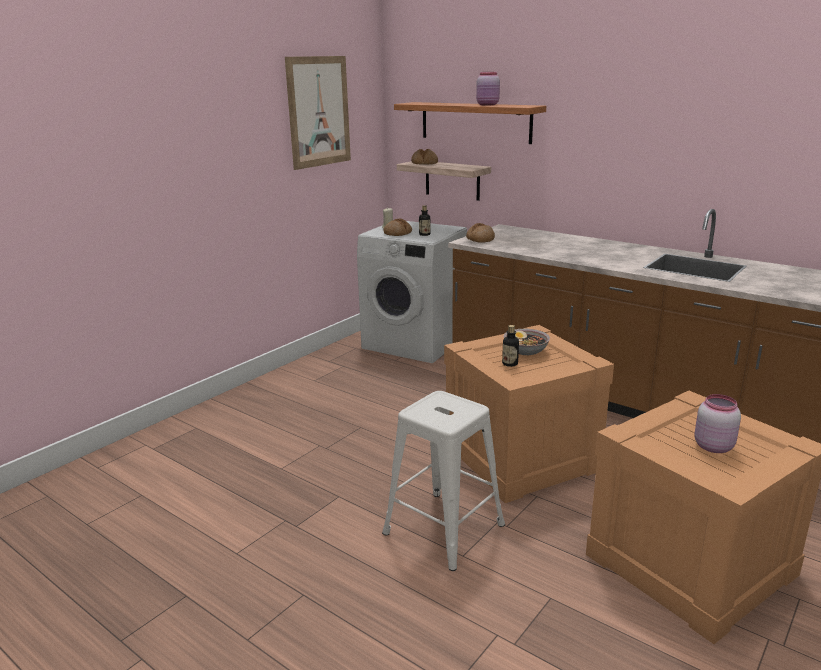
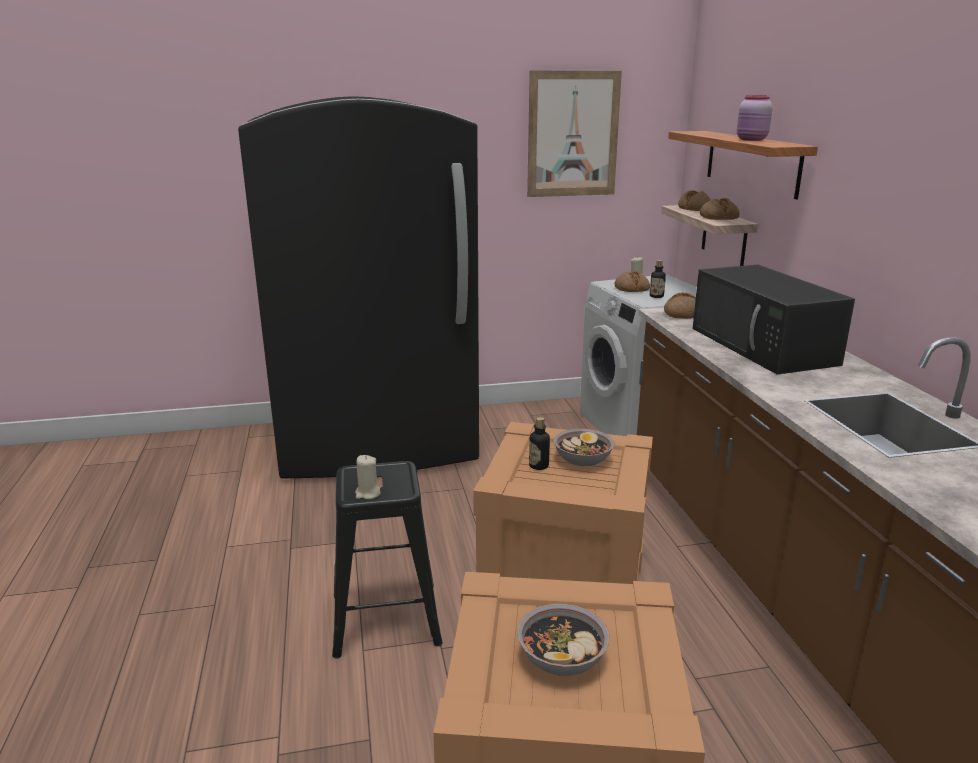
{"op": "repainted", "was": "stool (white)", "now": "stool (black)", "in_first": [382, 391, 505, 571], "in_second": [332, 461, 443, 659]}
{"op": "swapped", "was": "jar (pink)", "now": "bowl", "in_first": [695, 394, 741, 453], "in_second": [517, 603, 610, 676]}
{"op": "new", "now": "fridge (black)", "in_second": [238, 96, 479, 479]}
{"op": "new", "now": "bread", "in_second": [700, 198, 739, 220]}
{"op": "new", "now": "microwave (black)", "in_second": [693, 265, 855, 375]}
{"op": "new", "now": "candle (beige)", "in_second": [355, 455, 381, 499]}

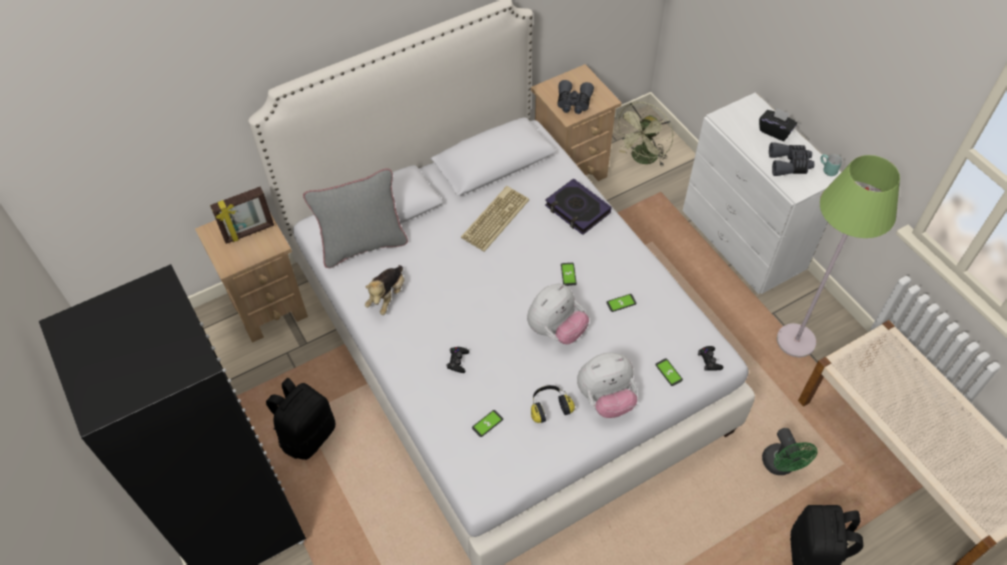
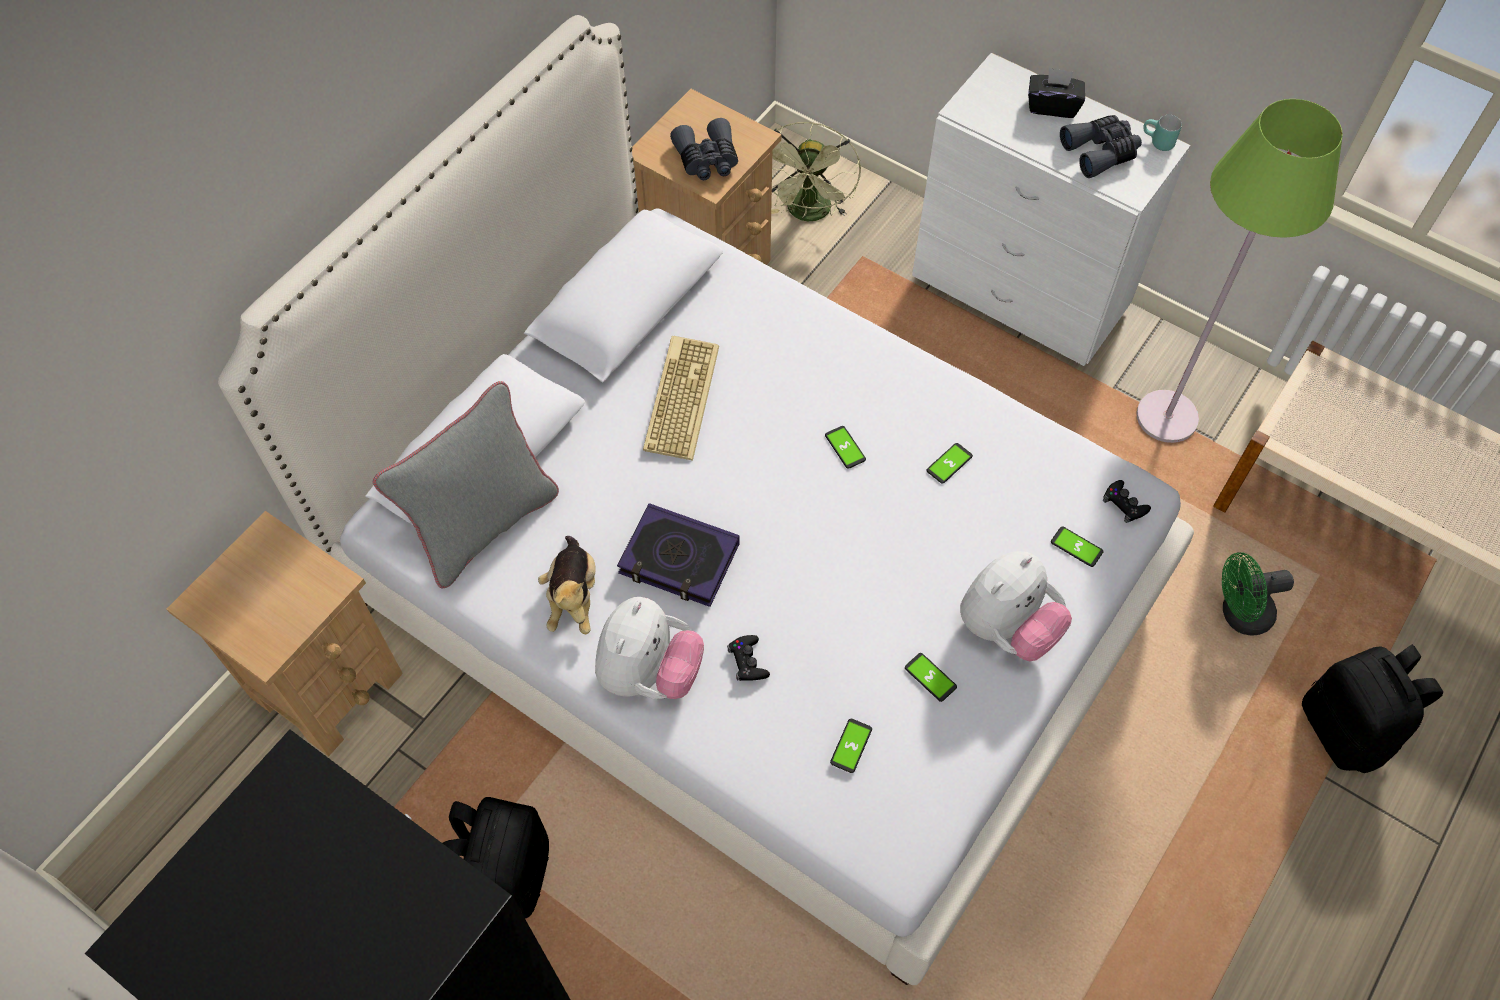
{"op": "shifted", "was": "book", "in_first": [545, 178, 611, 235], "in_second": [617, 503, 739, 607]}
{"op": "gone", "was": "picture frame", "in_first": [210, 187, 274, 244]}
{"op": "shifted", "was": "plush toy", "in_first": [527, 284, 589, 344], "in_second": [595, 597, 704, 699]}
{"op": "swapped", "was": "headphones", "now": "phone", "in_first": [531, 385, 575, 423], "in_second": [905, 653, 957, 702]}
{"op": "rotated", "was": "fan (green)", "in_first": [762, 428, 817, 475], "in_second": [1222, 552, 1294, 636], "clockwise": 120}

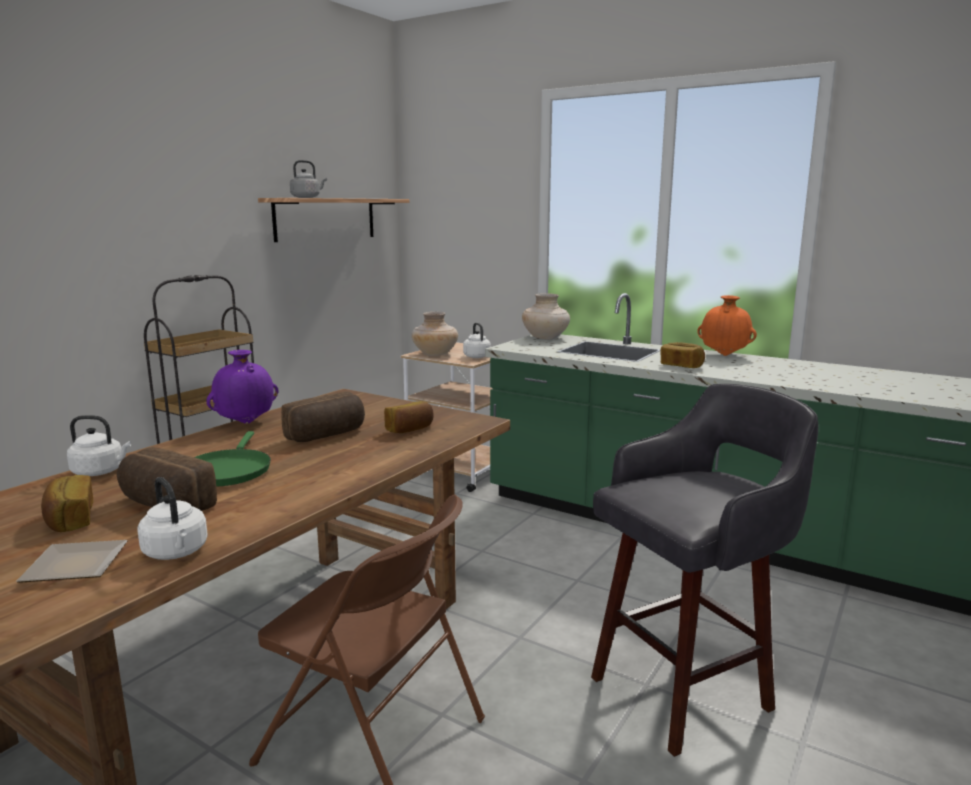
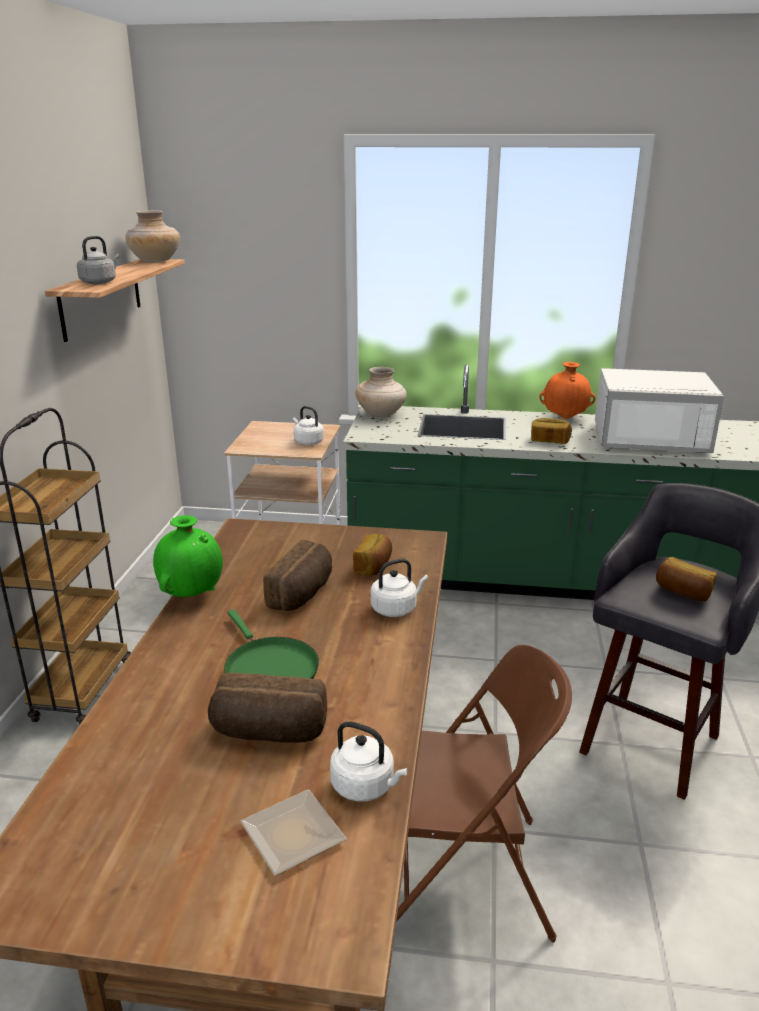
{"op": "shifted", "was": "vase (beige)", "in_first": [412, 312, 458, 356], "in_second": [125, 210, 180, 262]}
{"op": "repainted", "was": "vase (purple)", "now": "vase (green)", "in_first": [206, 350, 278, 424], "in_second": [153, 515, 223, 597]}
{"op": "shifted", "was": "kettle (white)", "in_first": [67, 415, 131, 476], "in_second": [371, 559, 428, 617]}
{"op": "shifted", "was": "bread", "in_first": [41, 475, 93, 532], "in_second": [656, 557, 717, 601]}
{"op": "new", "now": "microwave (white)", "in_second": [595, 368, 724, 453]}

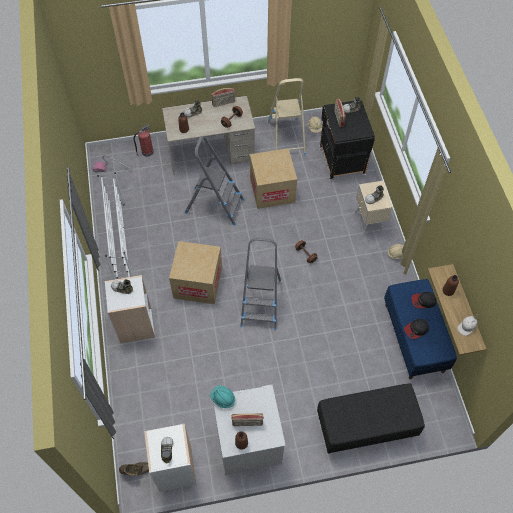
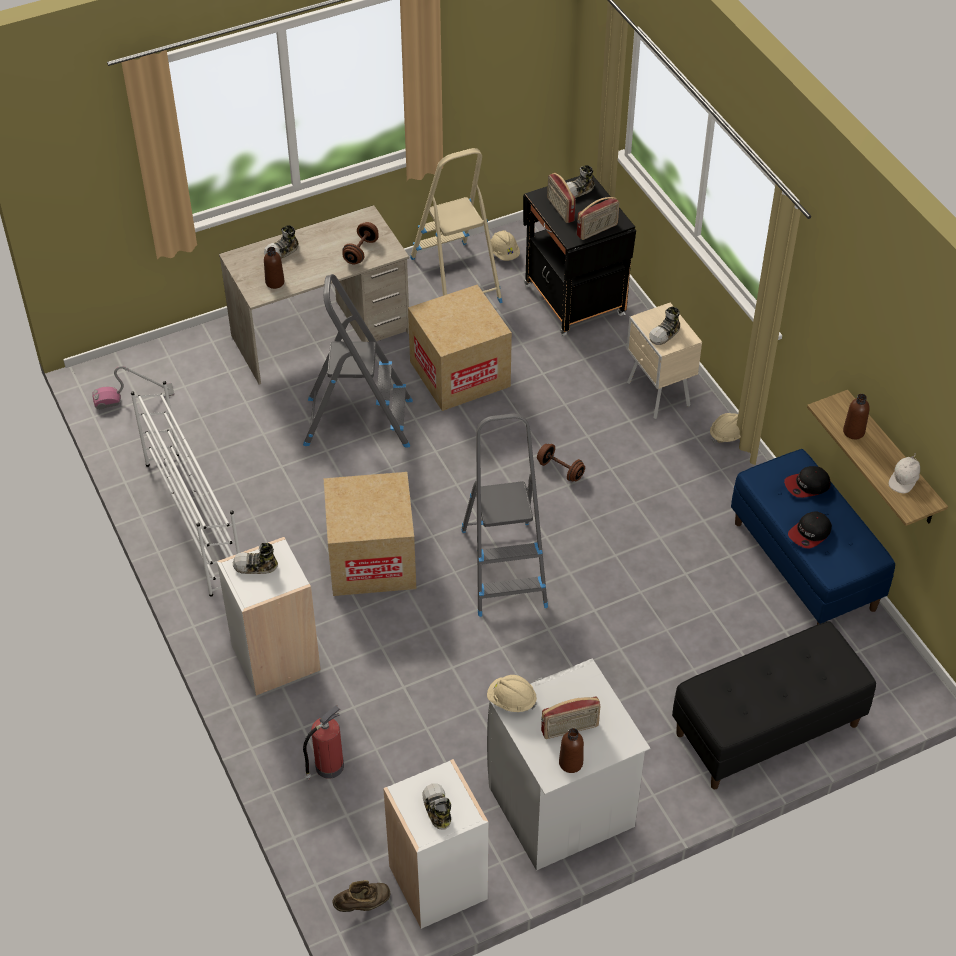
{"op": "shifted", "was": "radio", "in_first": [211, 88, 235, 107], "in_second": [577, 197, 619, 240]}
{"op": "shifted", "was": "fire extinguisher", "in_first": [133, 124, 154, 157], "in_second": [303, 705, 344, 780]}
{"op": "repainted", "was": "hard hat (turquoise)", "now": "hard hat (beige)", "in_first": [210, 385, 235, 408], "in_second": [487, 675, 537, 712]}

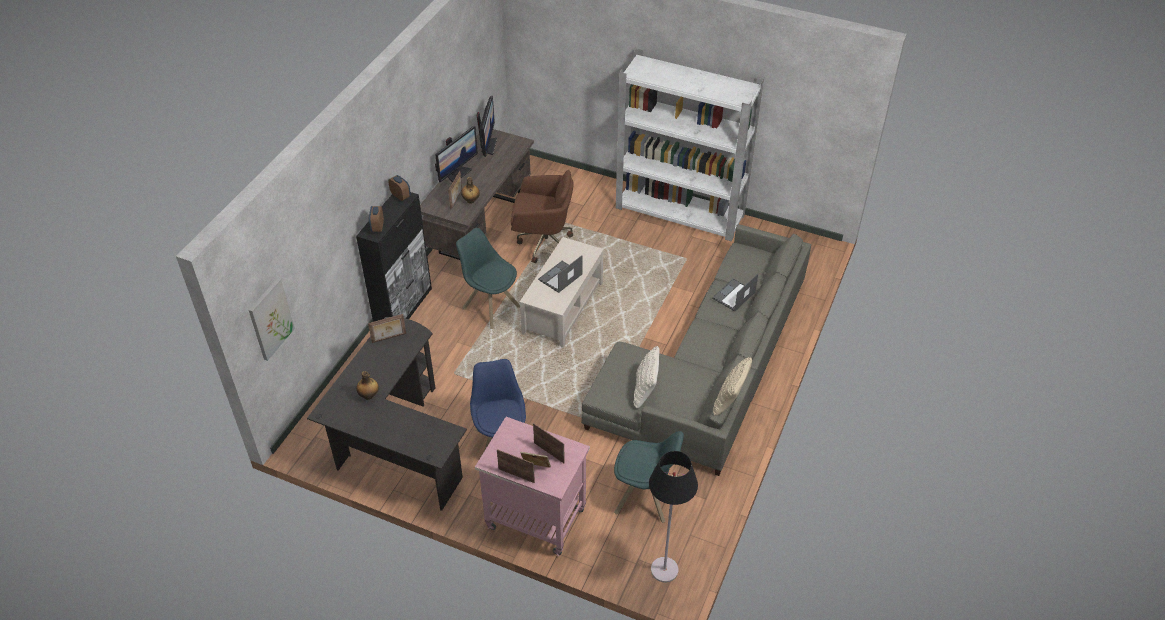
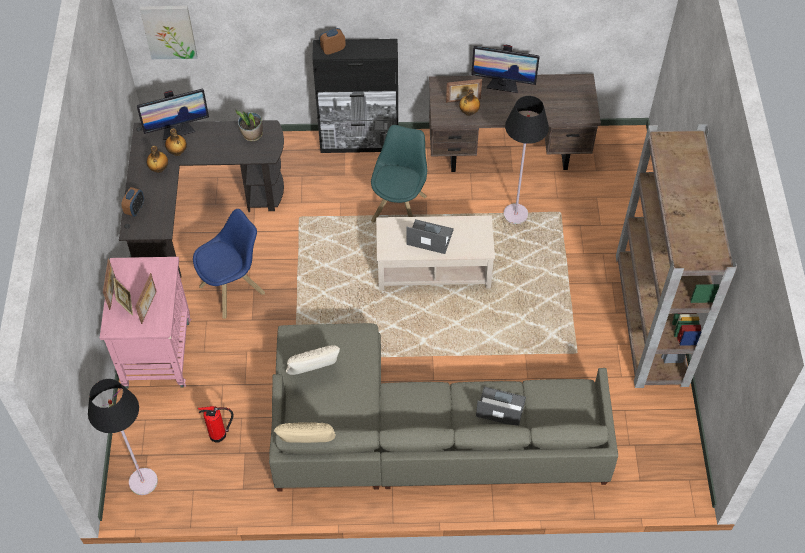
{"op": "repainted", "was": "bookcase (white)", "now": "bookcase (brown)", "in_first": [616, 49, 764, 241], "in_second": [616, 124, 737, 388]}
{"op": "shifted", "was": "monitor", "in_first": [476, 96, 497, 157], "in_second": [137, 89, 209, 140]}
{"op": "swapped", "was": "office chair (brown)", "now": "floor lamp (black)", "in_first": [511, 170, 574, 263], "in_second": [503, 96, 549, 224]}
{"op": "shifted", "was": "alarm clock", "in_first": [388, 175, 411, 201], "in_second": [121, 187, 144, 217]}
{"op": "swapped", "was": "picture frame", "now": "potted plant", "in_first": [368, 314, 406, 343], "in_second": [235, 110, 263, 141]}
{"op": "swapped", "was": "chair (turquoise)", "now": "fire extinguisher", "in_first": [614, 431, 684, 523], "in_second": [198, 406, 234, 442]}
{"op": "new", "now": "bottle", "in_second": [147, 146, 168, 173]}

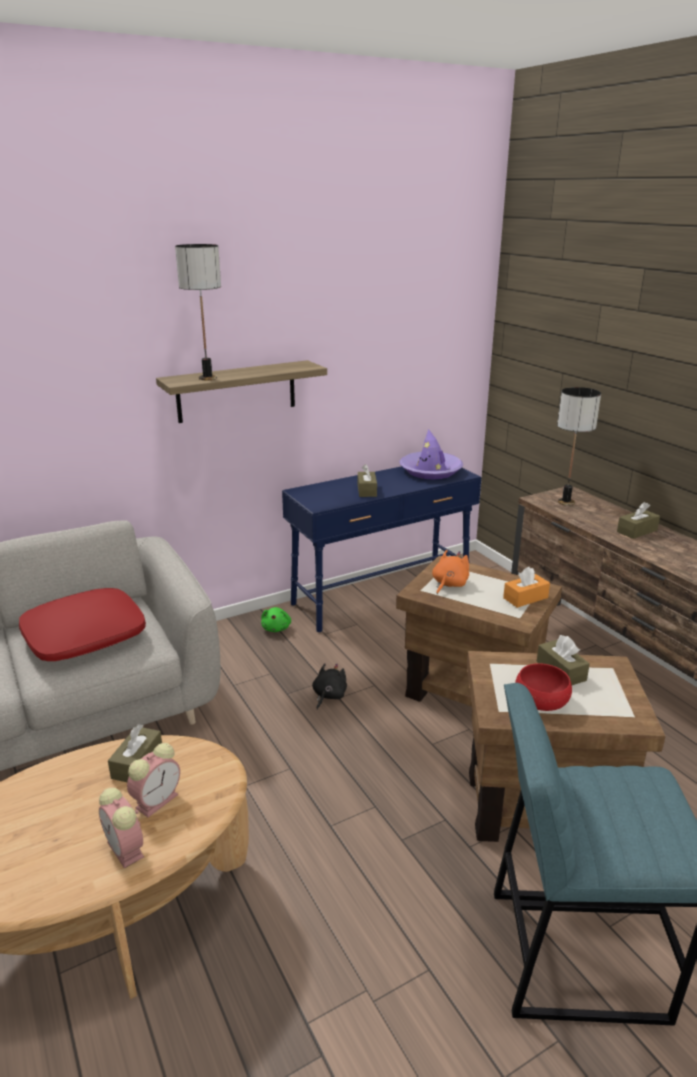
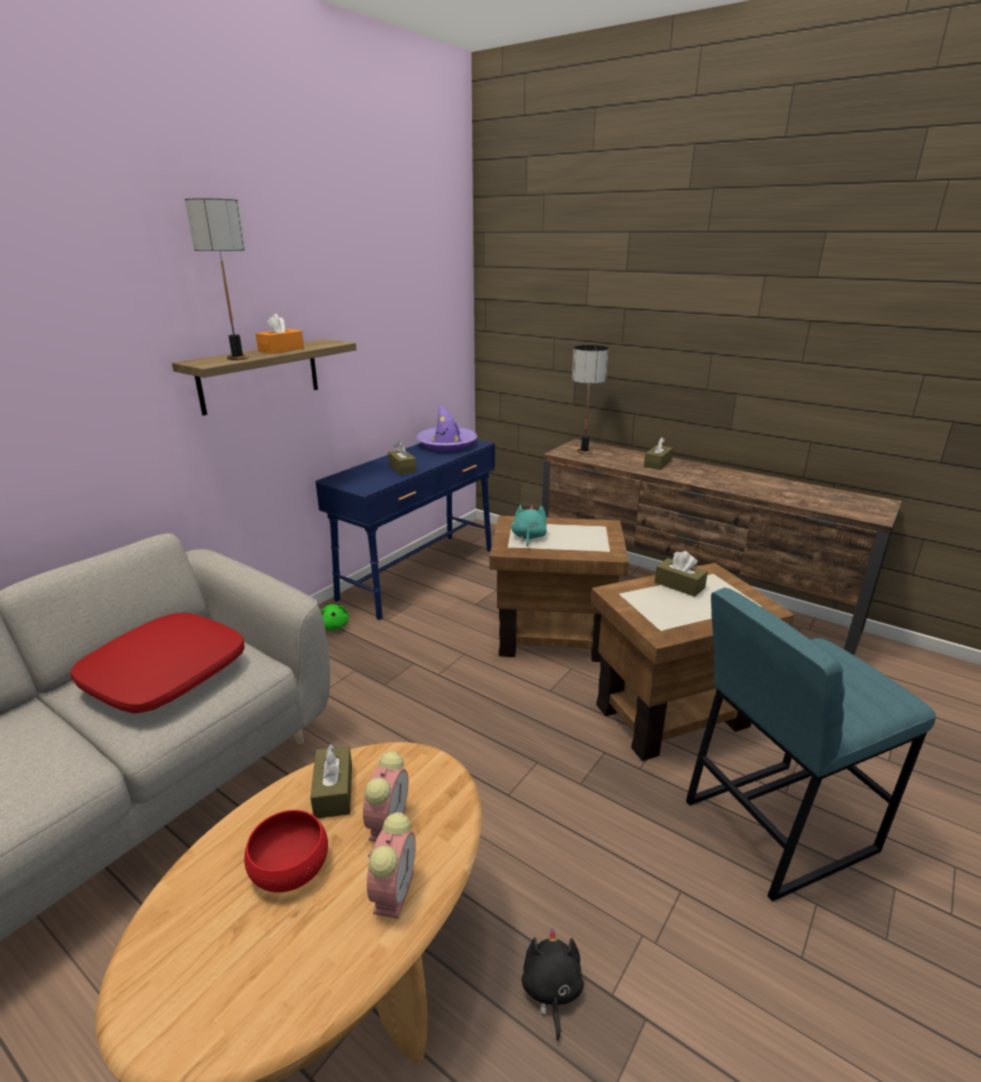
{"op": "repainted", "was": "plush toy (orange)", "now": "plush toy (turquoise)", "in_first": [432, 550, 469, 594], "in_second": [511, 504, 547, 547]}
{"op": "shifted", "was": "tissue box (orange)", "in_first": [503, 567, 550, 608], "in_second": [256, 314, 304, 354]}
{"op": "shifted", "was": "plush toy (black)", "in_first": [312, 663, 347, 710], "in_second": [522, 928, 584, 1042]}
{"op": "shifted", "was": "bowl (red)", "in_first": [515, 663, 572, 711], "in_second": [244, 810, 328, 893]}
{"op": "rotated", "was": "alarm clock", "in_first": [99, 787, 144, 868], "in_second": [367, 812, 416, 919], "clockwise": -105}

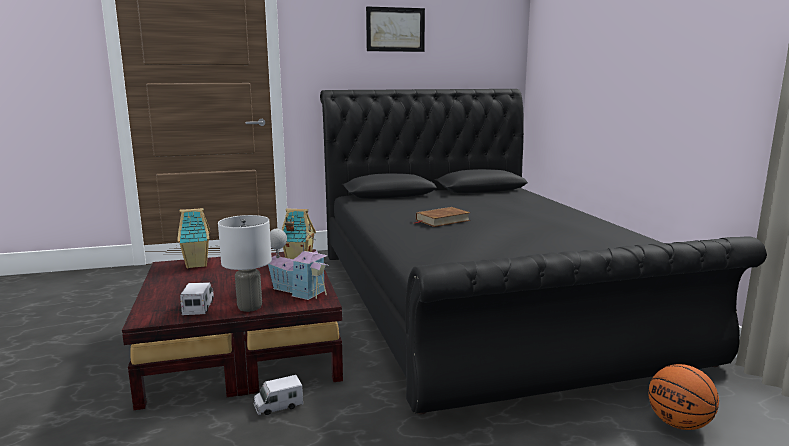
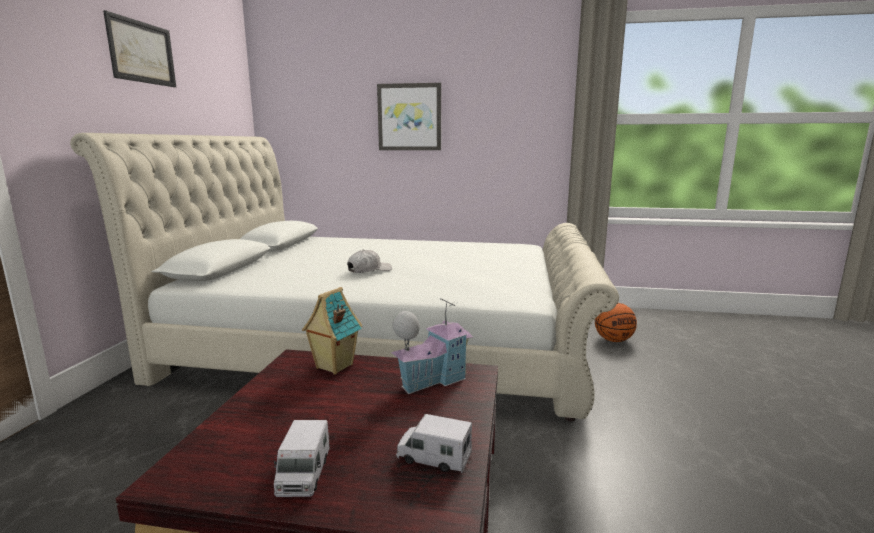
{"op": "repainted", "was": "bed (black)", "now": "bed (beige)", "in_first": [320, 89, 767, 414], "in_second": [70, 133, 619, 422]}
{"op": "swapped", "was": "book (brown)", "now": "cap (white)", "in_first": [415, 207, 471, 227], "in_second": [347, 250, 392, 273]}
{"op": "gone", "was": "toy house", "in_first": [178, 208, 210, 268]}
{"op": "gone", "was": "table lamp (white)", "in_first": [218, 215, 272, 312]}
{"op": "shifted", "was": "toy truck", "in_first": [253, 375, 303, 415], "in_second": [273, 420, 330, 497]}
{"op": "new", "now": "picture", "in_second": [377, 83, 441, 150]}

